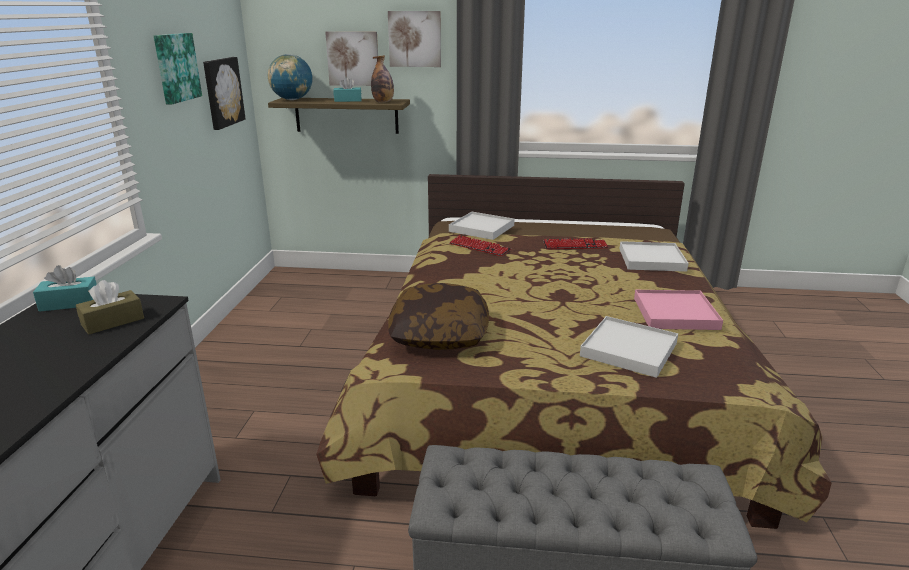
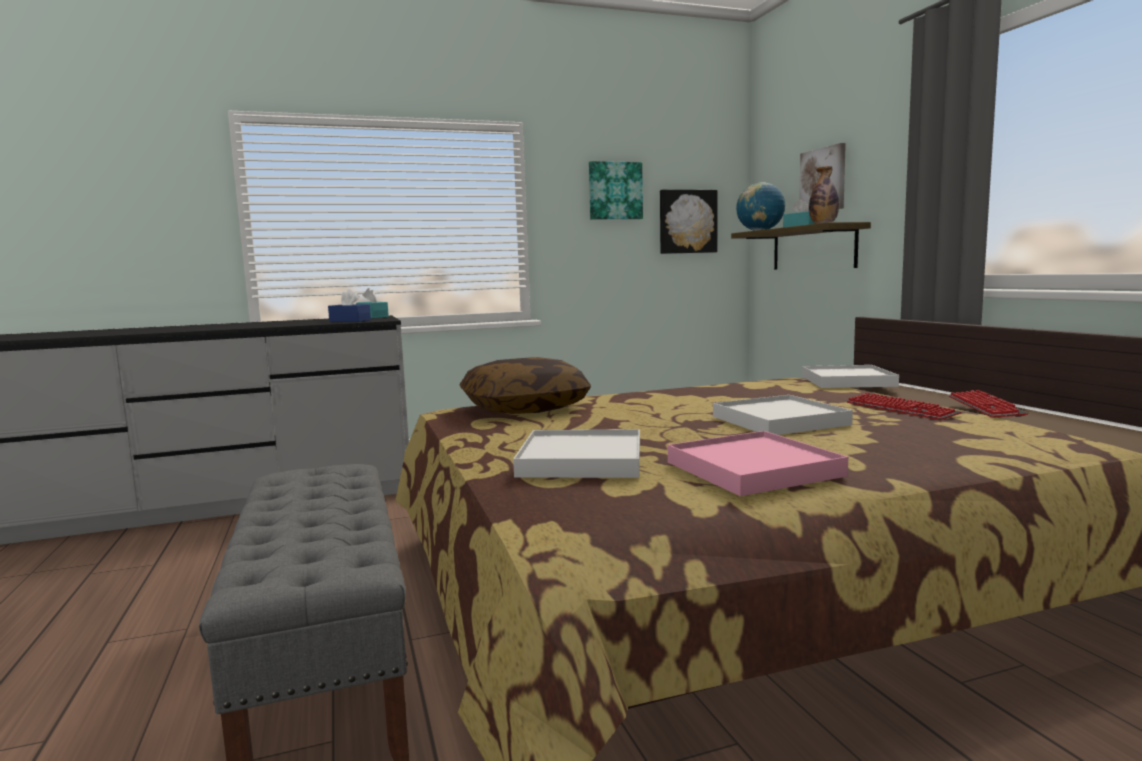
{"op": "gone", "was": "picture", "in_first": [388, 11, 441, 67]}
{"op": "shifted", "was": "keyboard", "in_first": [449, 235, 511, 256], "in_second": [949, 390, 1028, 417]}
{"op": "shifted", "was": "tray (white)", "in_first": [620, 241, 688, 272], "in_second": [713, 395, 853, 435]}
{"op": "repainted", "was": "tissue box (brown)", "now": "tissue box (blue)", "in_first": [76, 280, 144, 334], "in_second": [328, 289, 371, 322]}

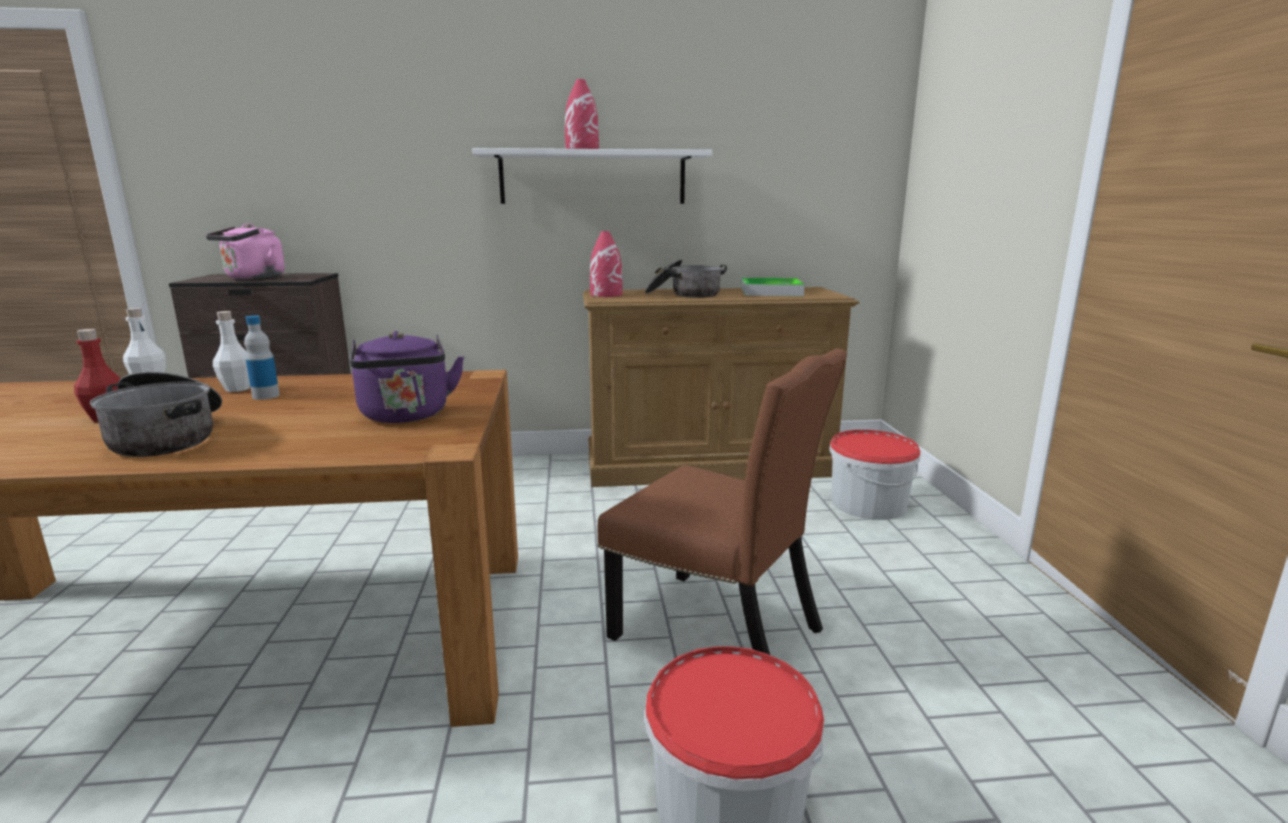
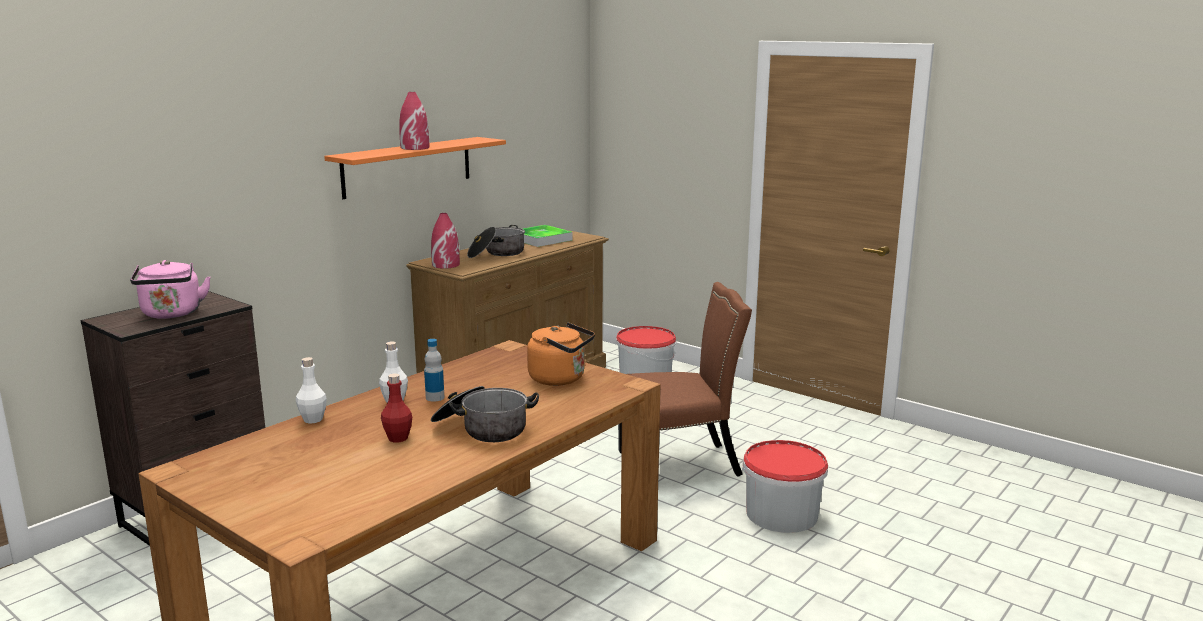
{"op": "repainted", "was": "shelf (white)", "now": "shelf (orange)", "in_first": [472, 148, 712, 204], "in_second": [324, 137, 506, 199]}
{"op": "repainted", "was": "kettle (purple)", "now": "kettle (orange)", "in_first": [350, 331, 464, 423], "in_second": [527, 322, 595, 386]}

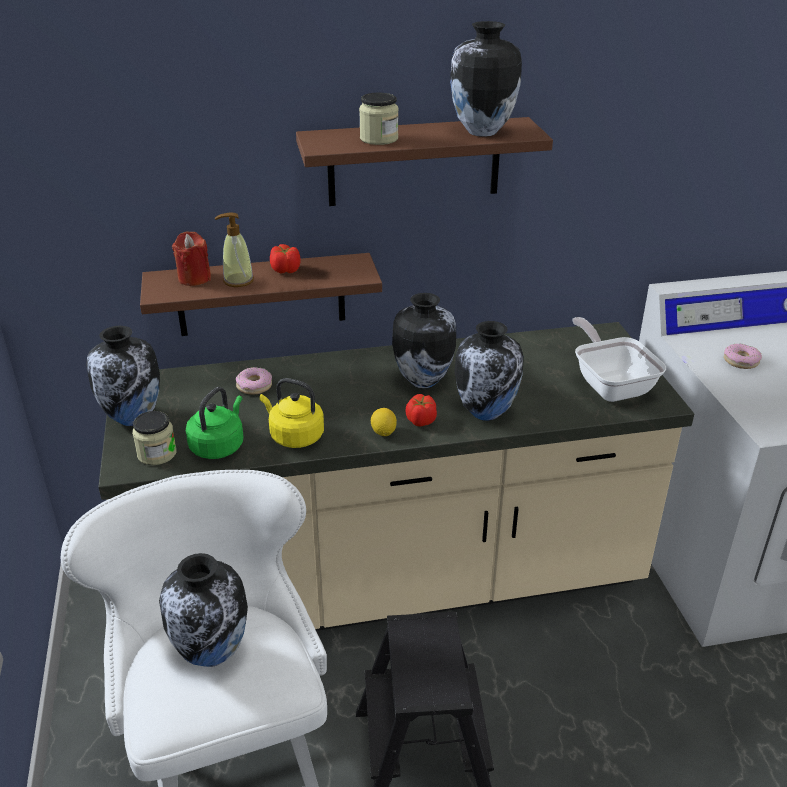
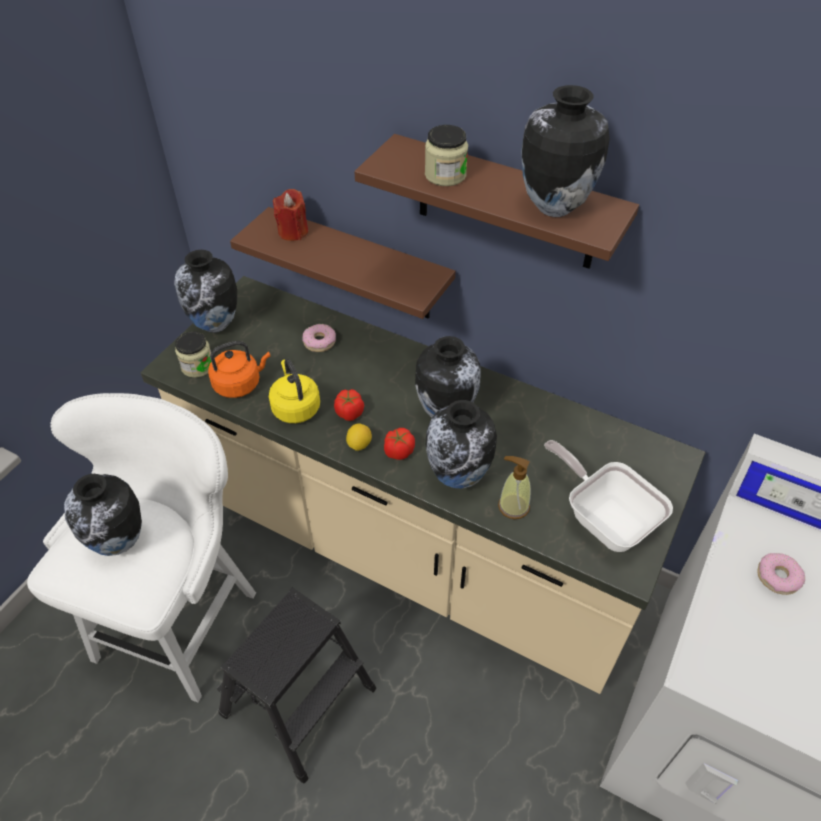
{"op": "shifted", "was": "soap dispenser", "in_first": [215, 213, 254, 287], "in_second": [498, 456, 531, 519]}
{"op": "shifted", "was": "tomato", "in_first": [270, 244, 301, 273], "in_second": [334, 389, 364, 421]}
{"op": "rotated", "was": "frying pan", "in_first": [572, 317, 666, 402], "in_second": [544, 440, 673, 552], "clockwise": -60}
{"op": "repainted", "was": "kettle (green)", "now": "kettle (orange)", "in_first": [186, 387, 244, 459], "in_second": [208, 341, 270, 398]}

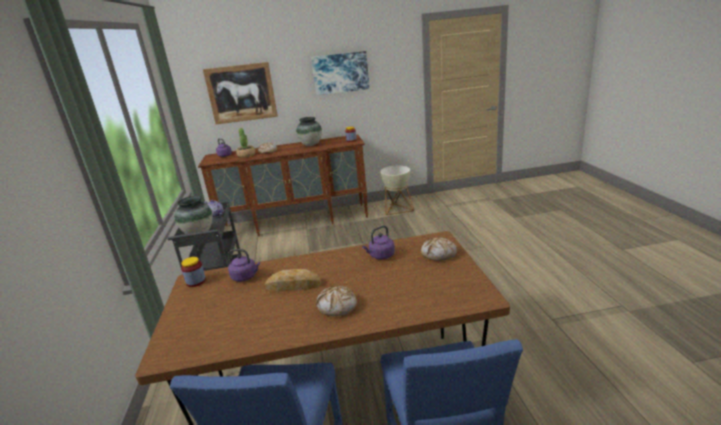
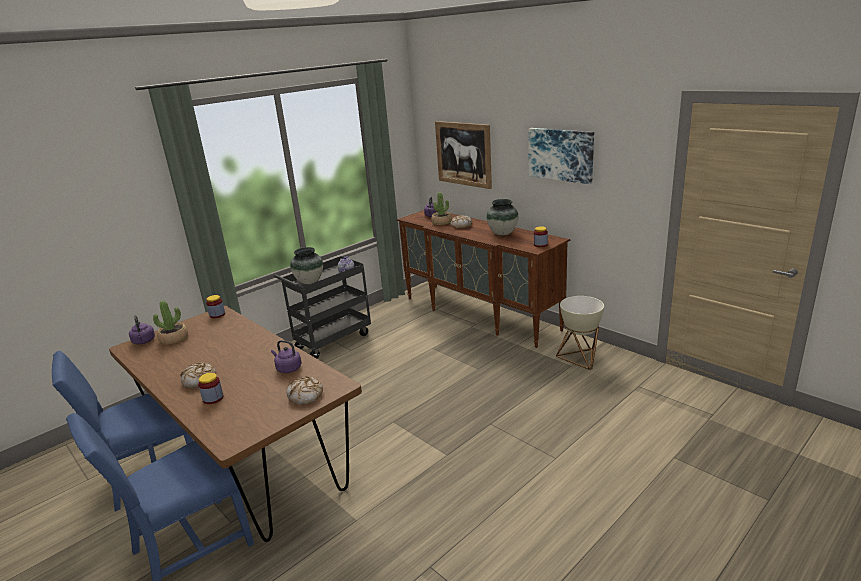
{"op": "shifted", "was": "kettle (purple)", "in_first": [228, 249, 260, 282], "in_second": [129, 315, 155, 344]}
{"op": "gone", "was": "bread", "in_first": [265, 269, 321, 291]}
{"op": "new", "now": "potted plant", "in_second": [153, 301, 188, 344]}
{"op": "new", "now": "jar", "in_second": [198, 373, 224, 404]}

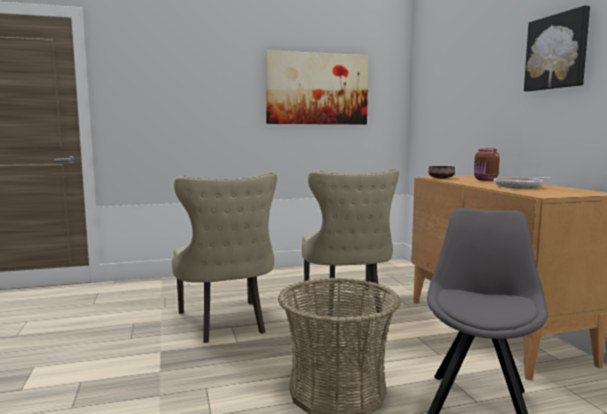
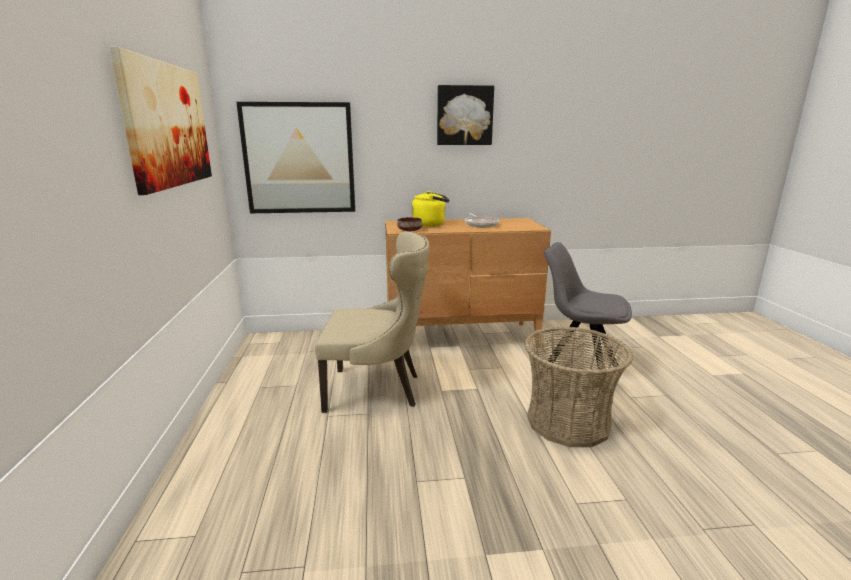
{"op": "swapped", "was": "jar (brown)", "now": "kettle (yellow)", "in_first": [474, 148, 500, 181], "in_second": [412, 191, 449, 226]}
{"op": "gone", "was": "chair (beige)", "in_first": [172, 173, 277, 343]}
{"op": "new", "now": "picture", "in_second": [236, 102, 355, 213]}

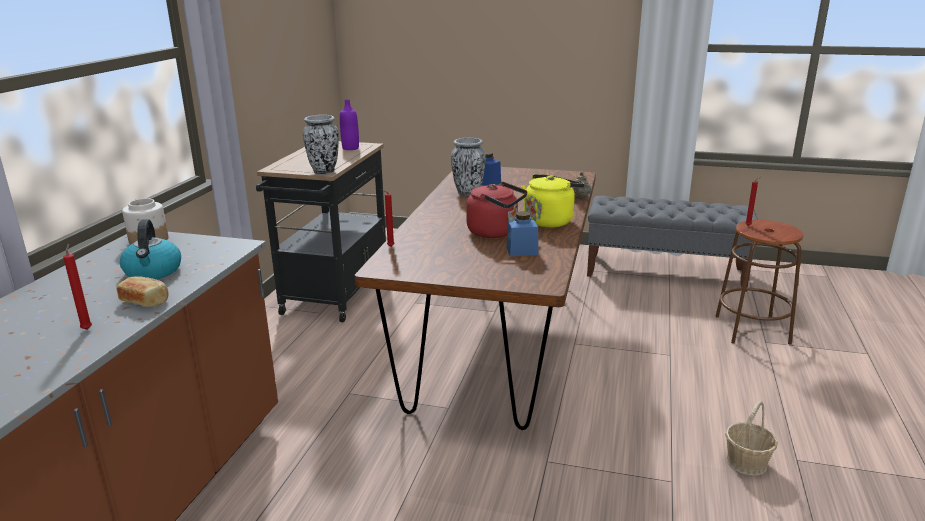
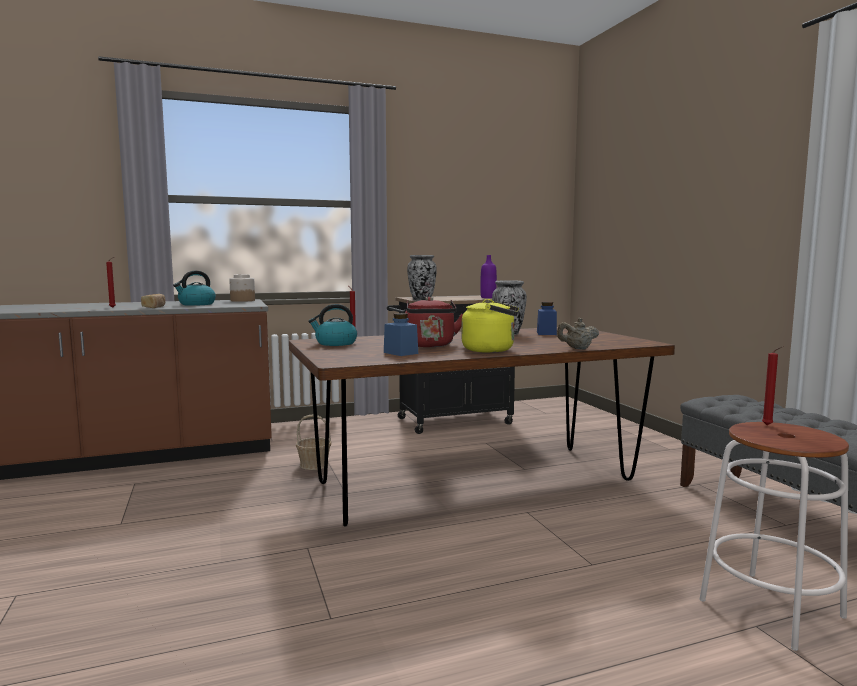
{"op": "repainted", "was": "stool (brown)", "now": "stool (white)", "in_first": [715, 220, 803, 345], "in_second": [700, 422, 849, 651]}
{"op": "shifted", "was": "basket", "in_first": [725, 401, 778, 476], "in_second": [296, 415, 331, 470]}
{"op": "new", "now": "kettle", "in_second": [308, 304, 357, 346]}

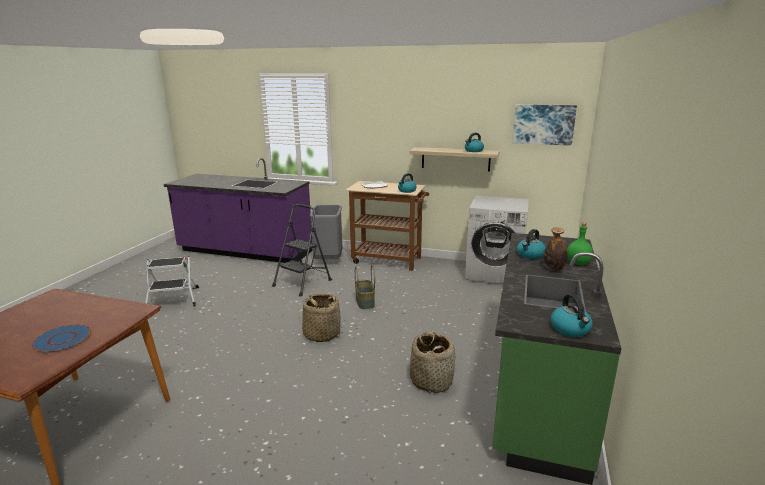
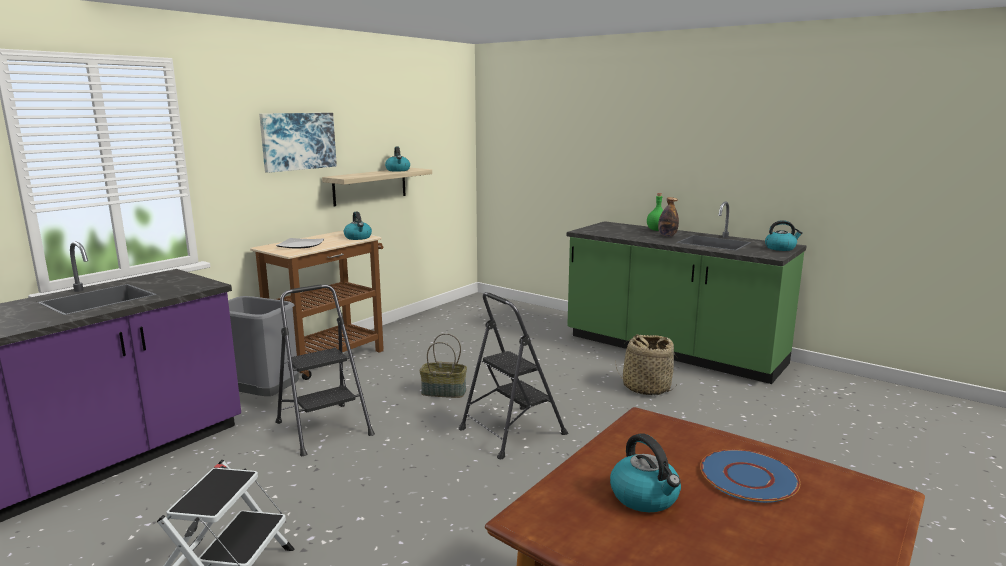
{"op": "shifted", "was": "picture", "in_first": [512, 104, 577, 146], "in_second": [259, 113, 337, 173]}
{"op": "gone", "was": "washing machine (white)", "in_first": [465, 196, 529, 284]}
{"op": "shifted", "was": "kettle", "in_first": [517, 229, 546, 259], "in_second": [610, 433, 681, 512]}
{"op": "swapped", "was": "basket", "now": "step ladder (black)", "in_first": [298, 293, 343, 342], "in_second": [458, 292, 568, 459]}

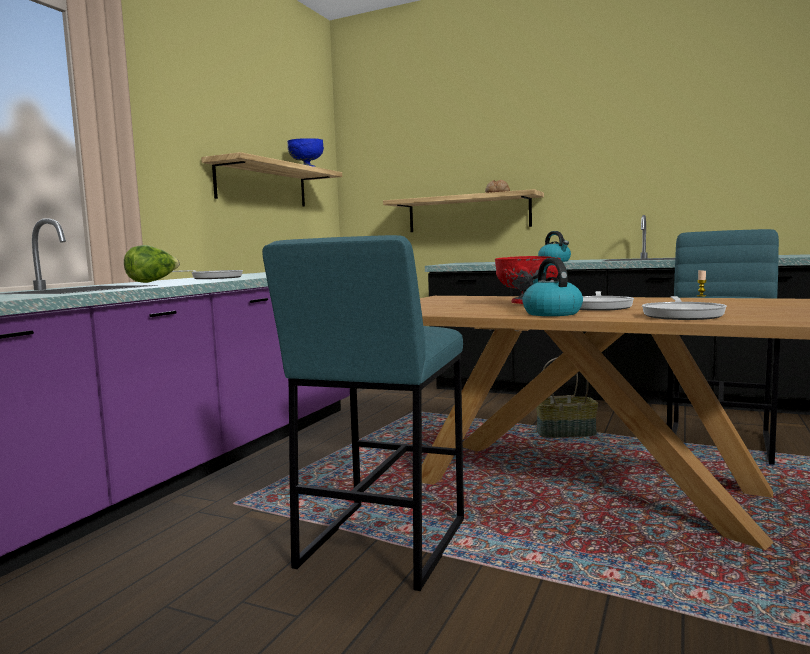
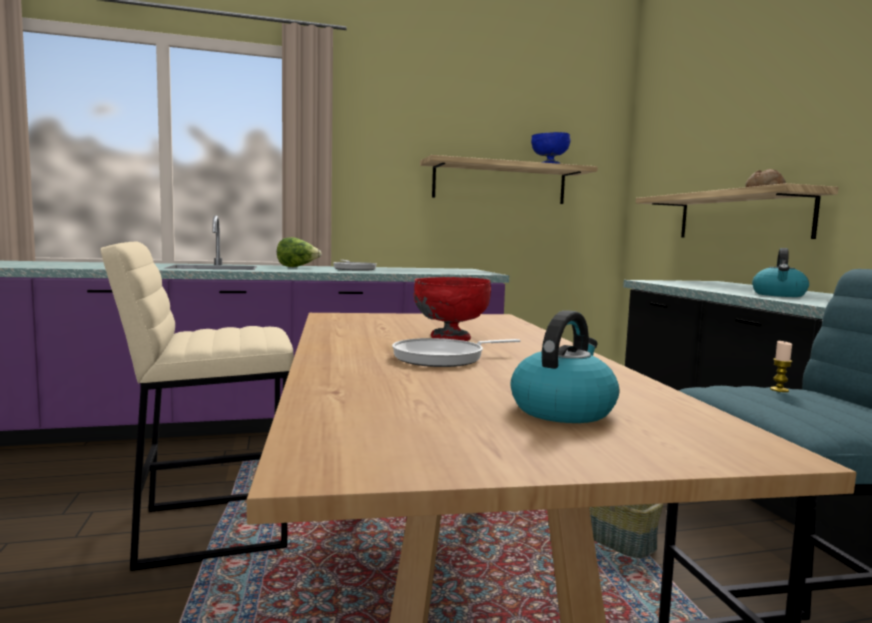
{"op": "repainted", "was": "stool (turquoise)", "now": "stool (beige)", "in_first": [262, 235, 464, 591], "in_second": [101, 241, 294, 571]}
{"op": "shifted", "was": "kettle", "in_first": [522, 258, 583, 316], "in_second": [510, 310, 619, 423]}
{"op": "gone", "was": "frying pan", "in_first": [642, 296, 727, 320]}

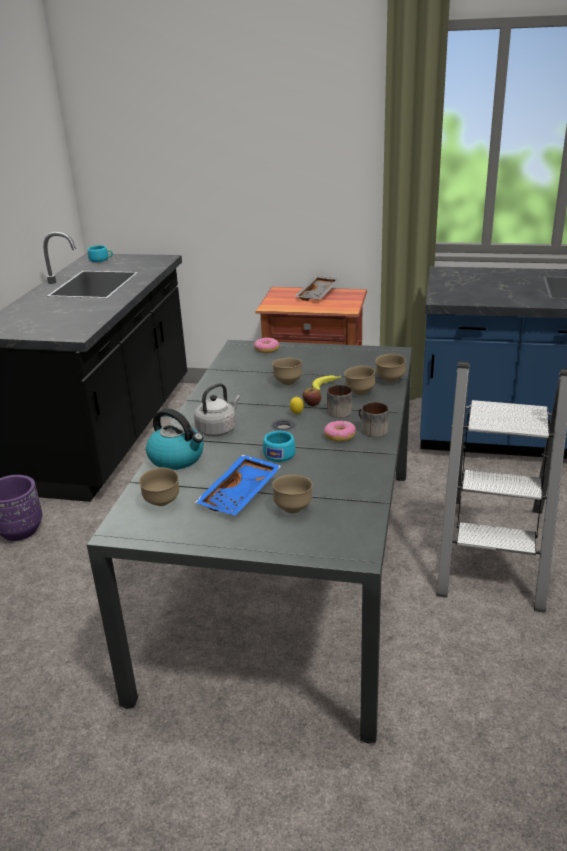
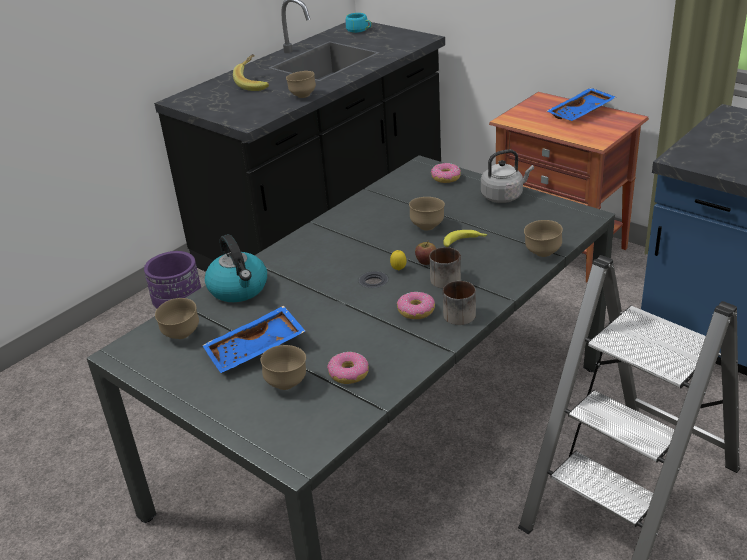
{"op": "repainted", "was": "tray (grey)", "now": "tray (blue)", "in_first": [294, 276, 340, 301], "in_second": [547, 88, 616, 121]}
{"op": "shifted", "was": "bowl (brown)", "in_first": [344, 366, 375, 395], "in_second": [286, 71, 316, 98]}
{"op": "shifted", "was": "kettle (grey)", "in_first": [194, 383, 241, 437], "in_second": [481, 149, 534, 203]}
{"op": "gone", "was": "cup (turquoise)", "in_first": [263, 431, 296, 462]}
{"op": "new", "now": "banana", "in_second": [233, 54, 269, 91]}
{"op": "new", "now": "donut", "in_second": [327, 352, 369, 384]}

